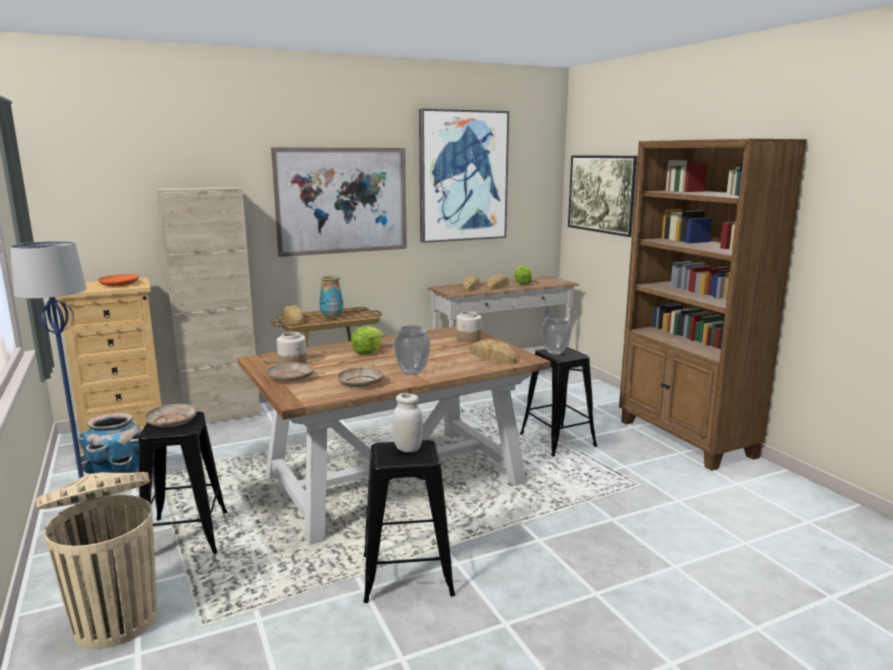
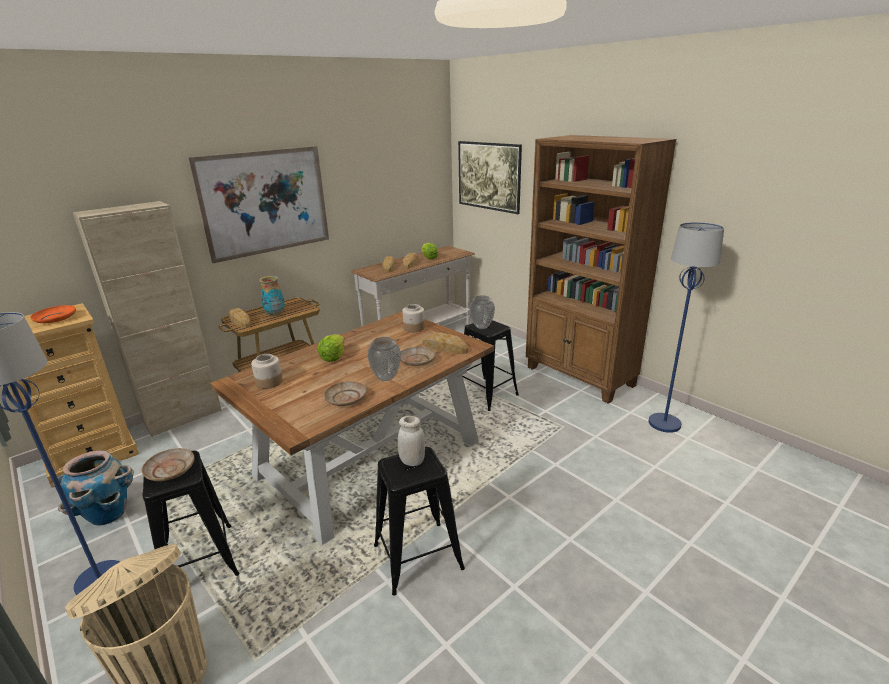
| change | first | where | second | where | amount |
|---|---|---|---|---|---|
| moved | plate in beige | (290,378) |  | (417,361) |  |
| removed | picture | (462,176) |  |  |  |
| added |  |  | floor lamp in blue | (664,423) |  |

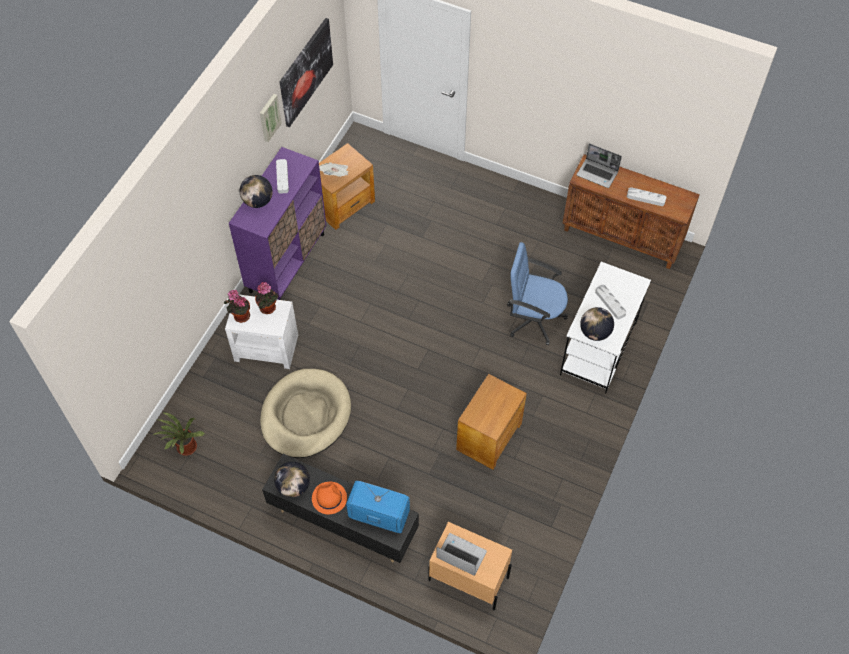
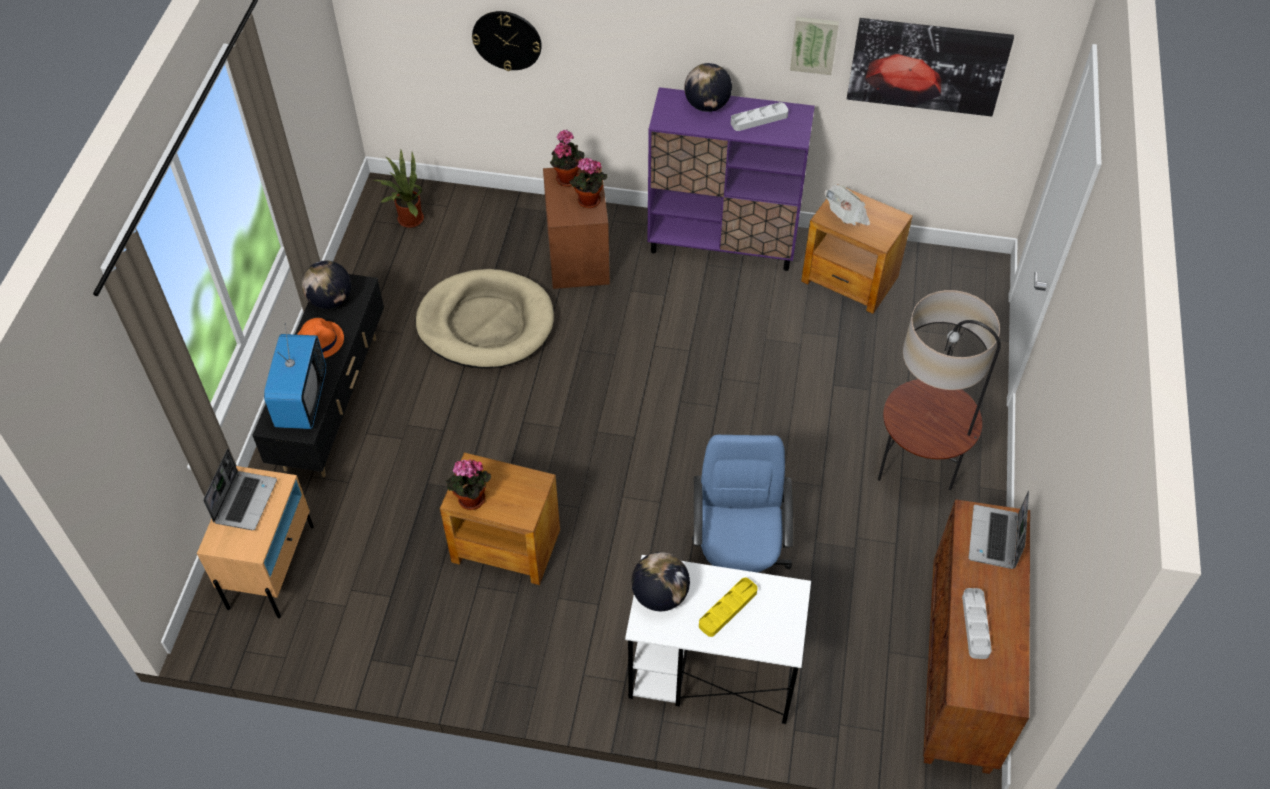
| change | first | where | second | where | amount |
|---|---|---|---|---|---|
| recoloured | side table in white | (266,347) | side table in brown | (578,256) |  |
| recoloured | tray in grey | (610,303) | tray in yellow | (728,609) |  |
| added |  |  | potted plant | (470,501) |  |
| added |  |  | wall clock | (507,40) |  |
| added |  |  | floor lamp | (916,472) |  |

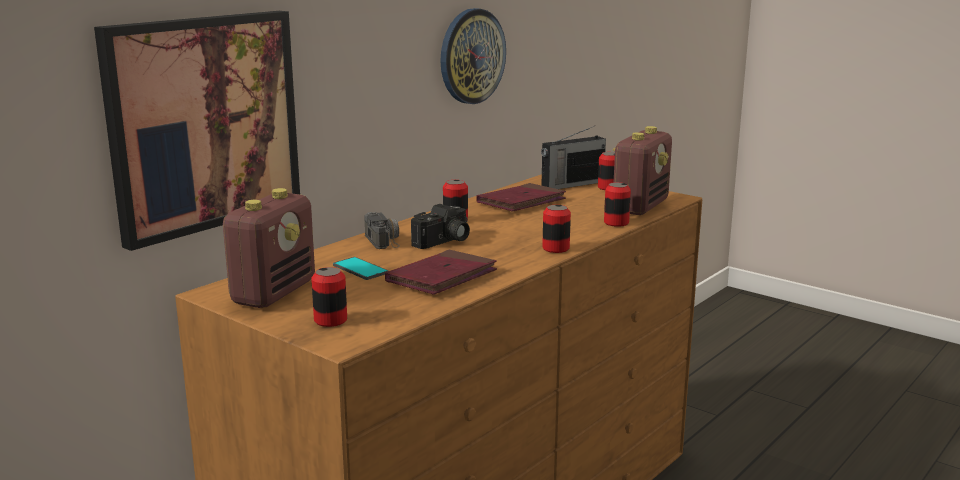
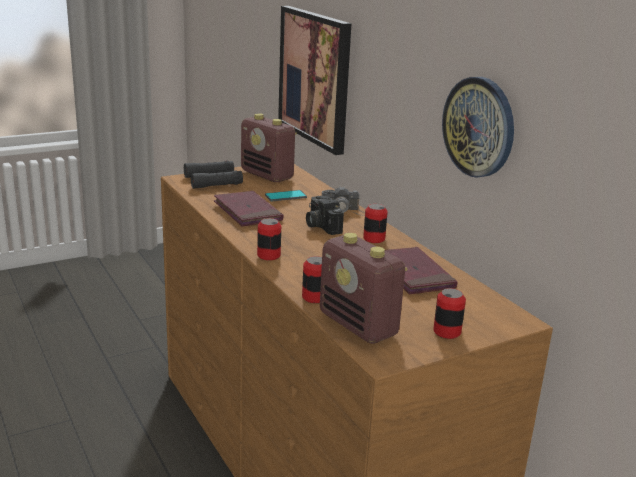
| change | first | where | second | where | amount |
|---|---|---|---|---|---|
| replaced | can | (330,320) | binoculars in black | (213,180) |  |
| removed | radio | (571,184) |  |  |  |

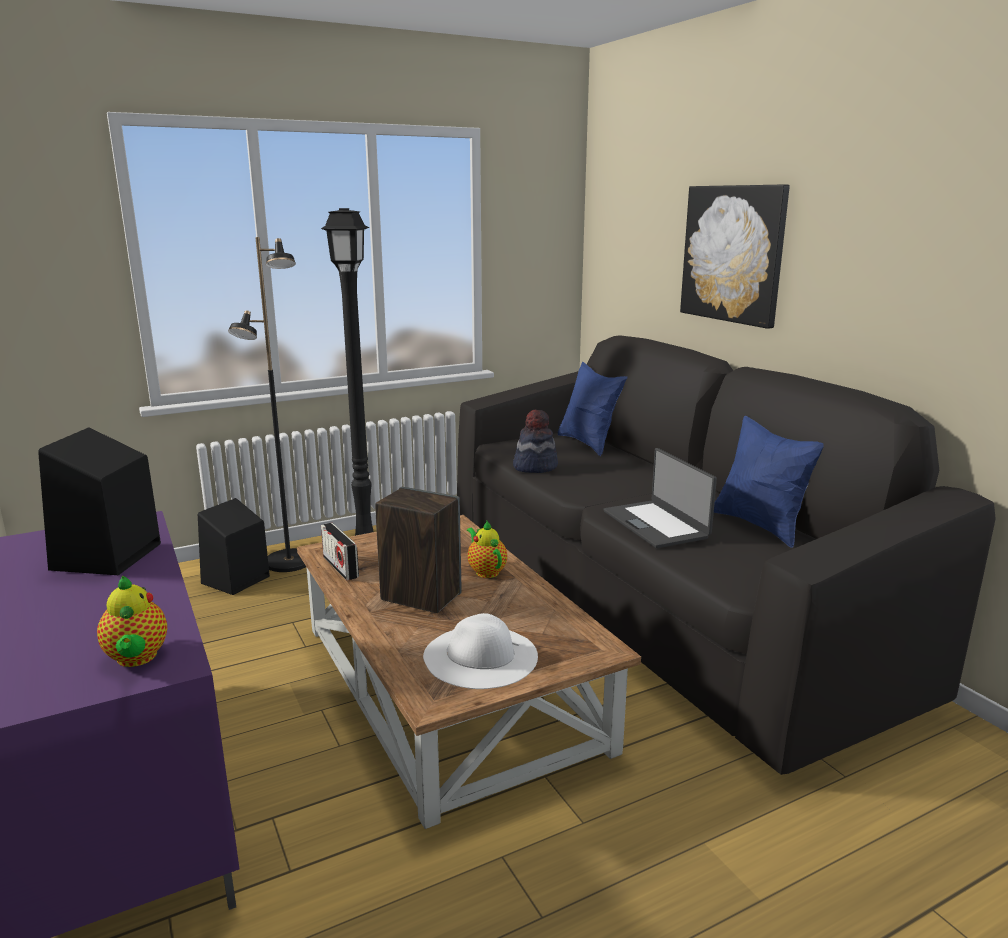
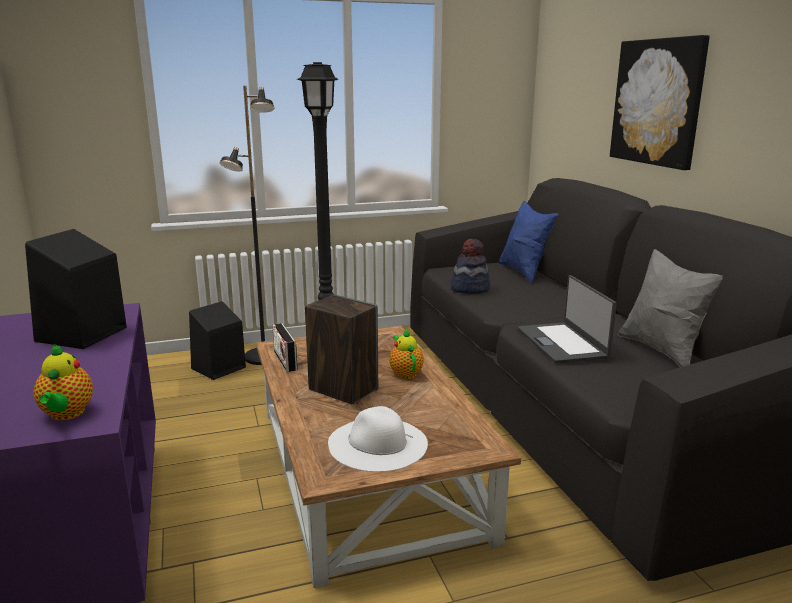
| change | first | where | second | where | amount |
|---|---|---|---|---|---|
| recoloured | pillow in blue | (761,525) | pillow in grey | (663,350) |  |

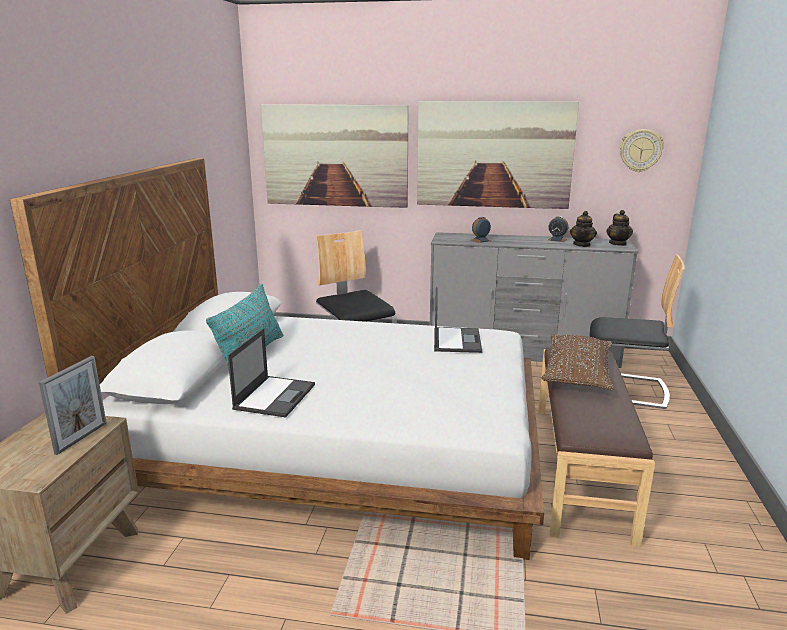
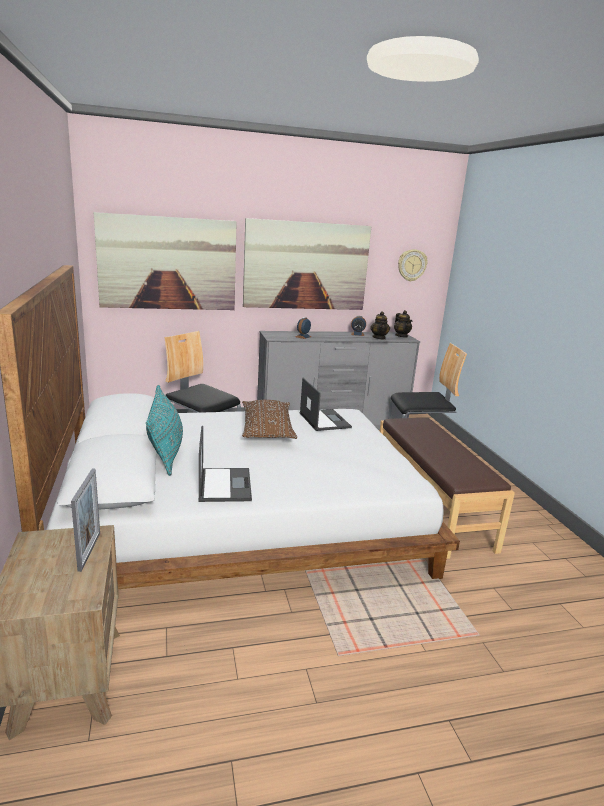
| change | first | where | second | where | amount |
|---|---|---|---|---|---|
| moved | pillow in brown | (577,373) |  | (267,429) |  |

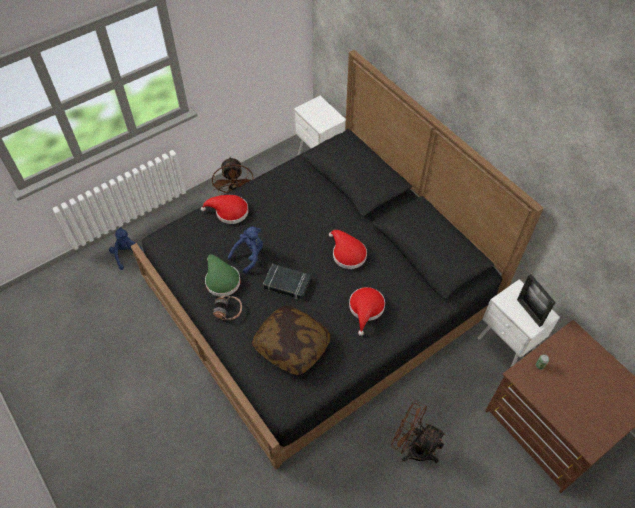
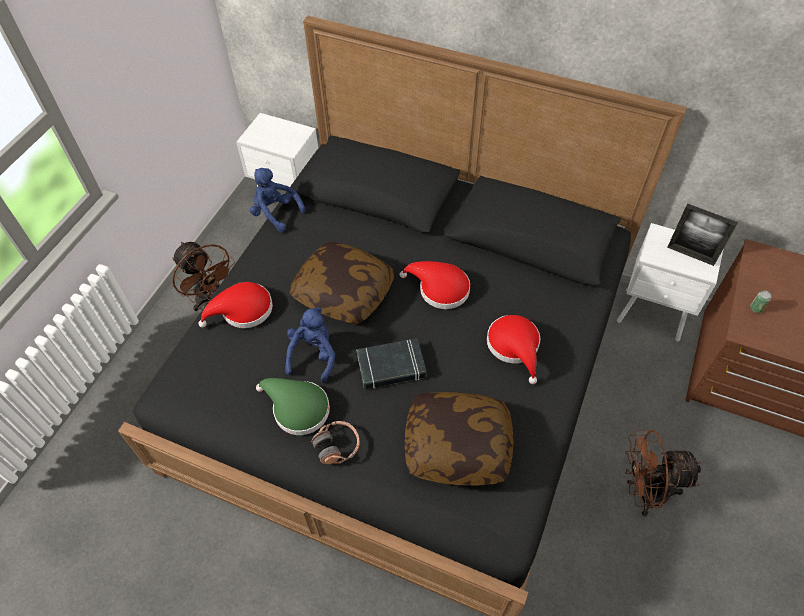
| change | first | where | second | where | amount |
|---|---|---|---|---|---|
| moved | plush toy in blue | (128,255) |  | (275,213) |  |
| added |  |  | pillow | (344,292) |  |

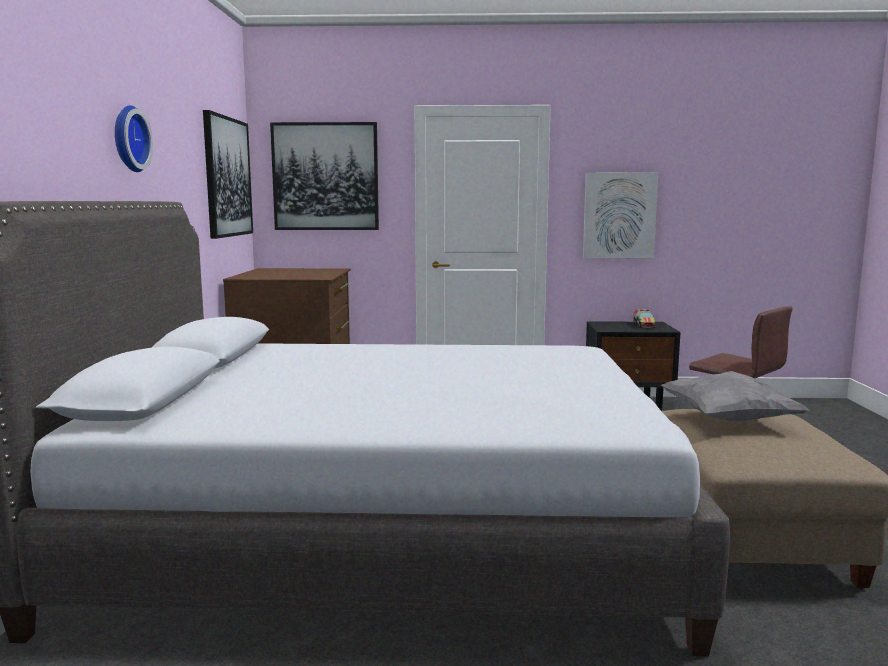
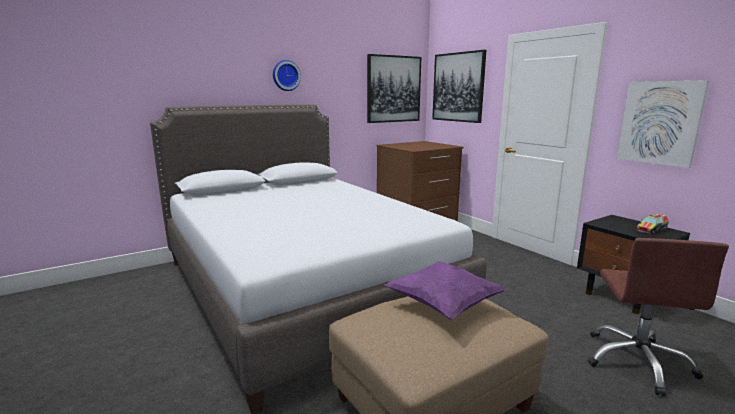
| change | first | where | second | where | amount |
|---|---|---|---|---|---|
| recoloured | pillow in grey | (729,420) | pillow in purple | (443,305) |  |

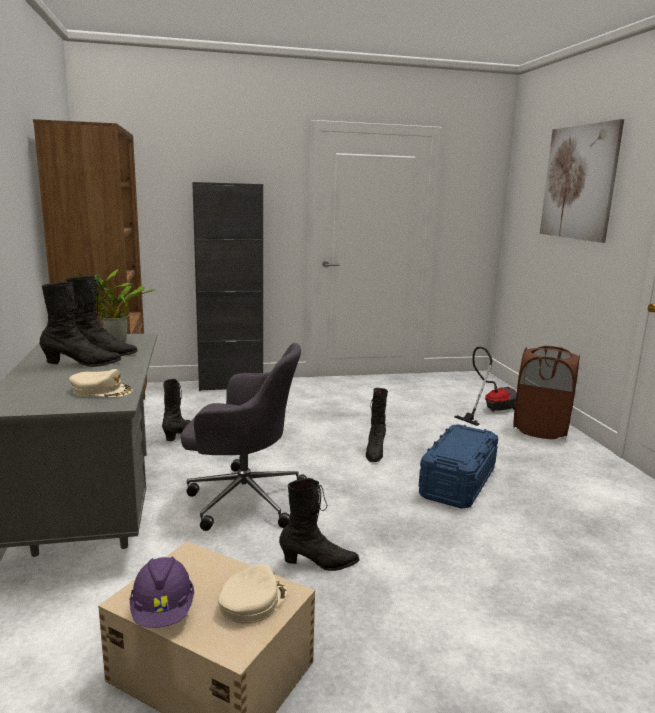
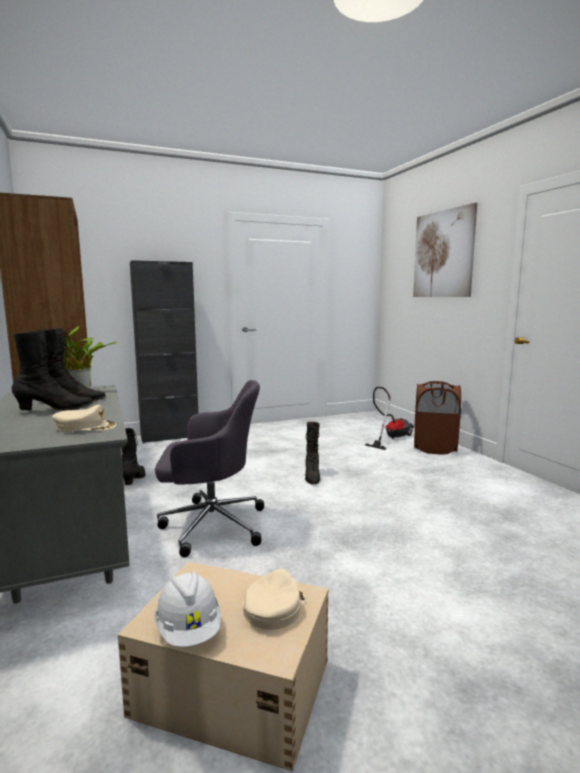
| change | first | where | second | where | amount |
|---|---|---|---|---|---|
| recoloured | hard hat in purple | (163,611) | hard hat in white | (189,630) |  |
| removed | boot in black | (319,563) |  |  |  |
| removed | storage box in blue | (458,482) |  |  |  |

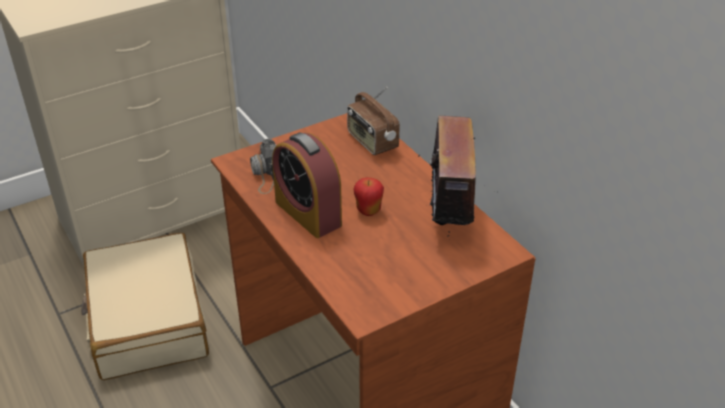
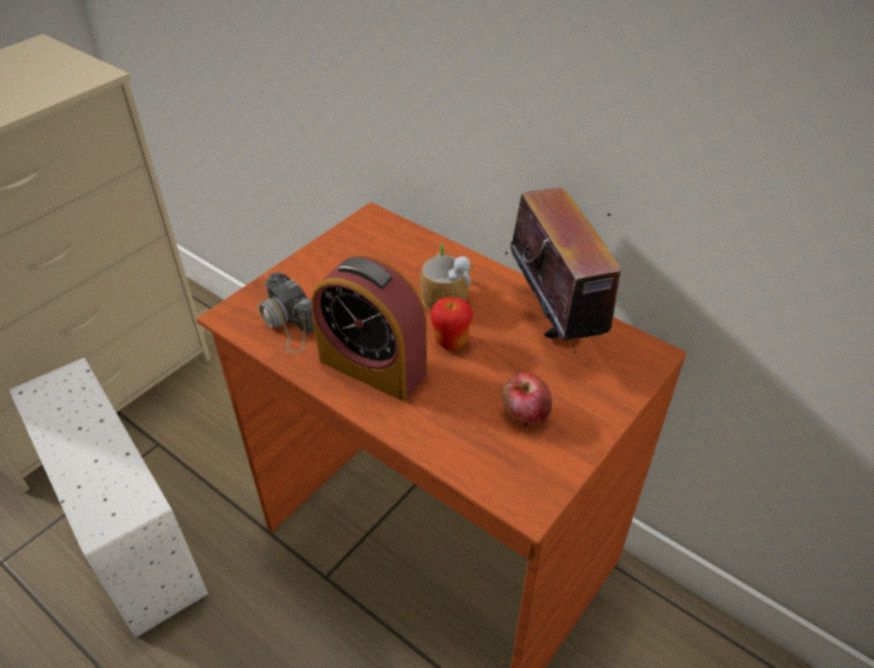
| change | first | where | second | where | amount |
|---|---|---|---|---|---|
| replaced | suitcase in beige | (147,320) | storage box in white | (131,534) |  |
| removed | radio | (371,142) |  |  |  |
| added |  |  | mug | (444,293) |  |
| added |  |  | apple | (525,413) |  |

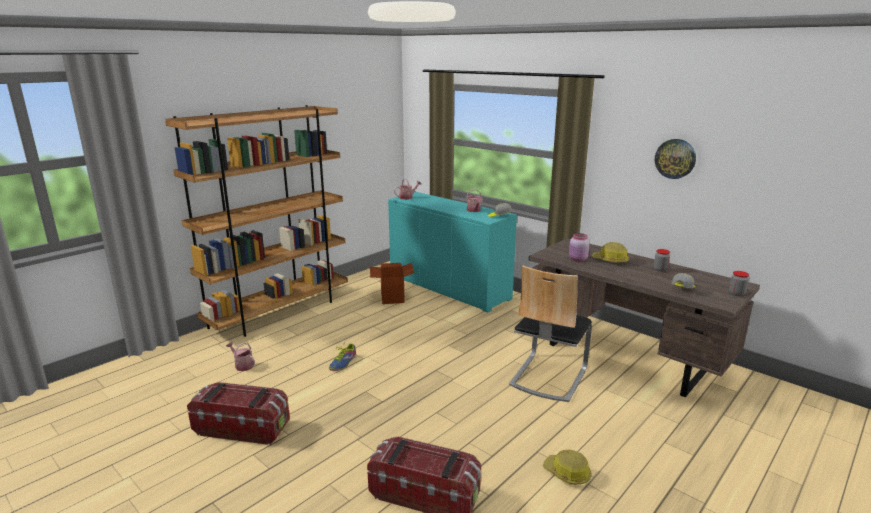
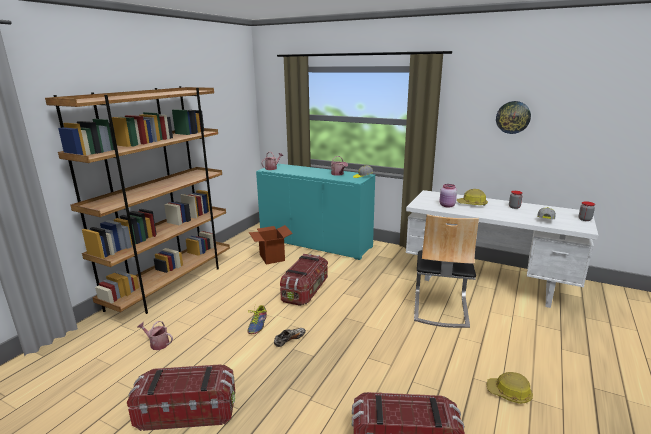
| change | first | where | second | where | amount |
|---|---|---|---|---|---|
| recoloured | desk in brown | (626,357) | desk in white | (487,282) |  |
| added |  |  | shoe | (290,340) |  |
| added |  |  | storage box | (305,291) |  |

